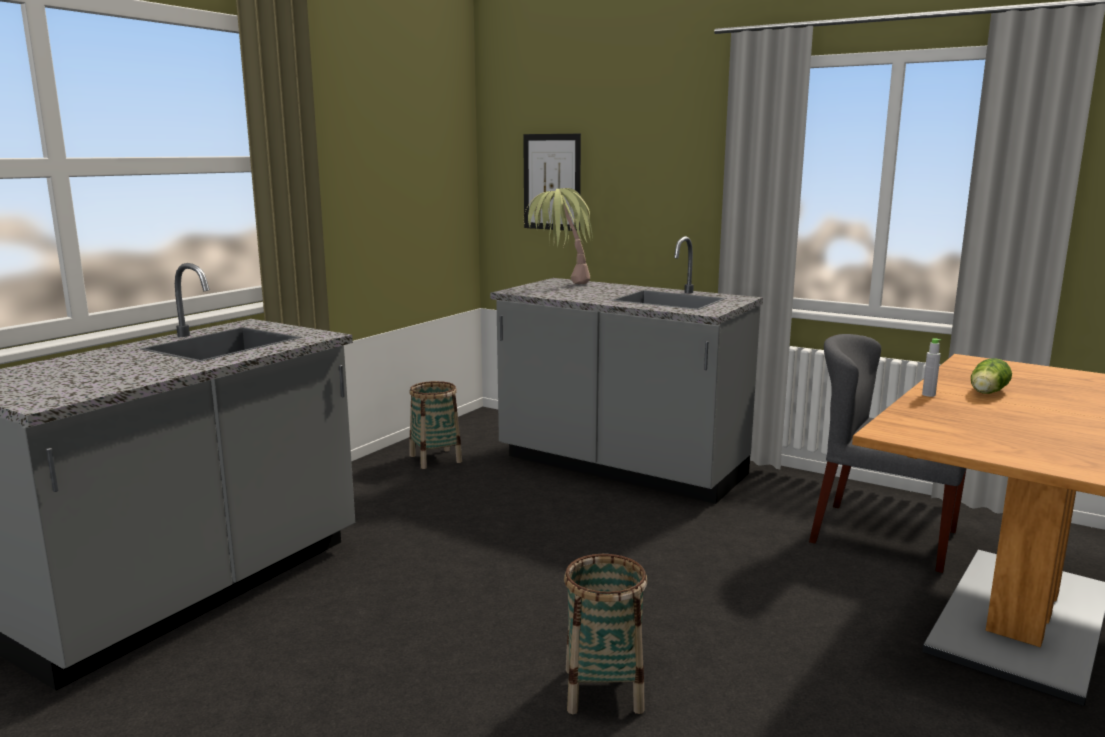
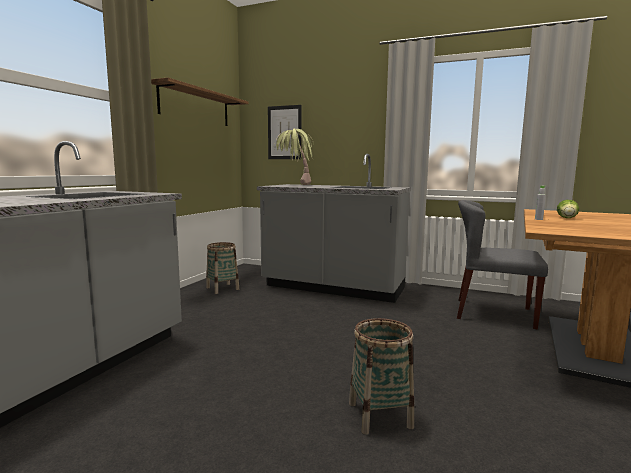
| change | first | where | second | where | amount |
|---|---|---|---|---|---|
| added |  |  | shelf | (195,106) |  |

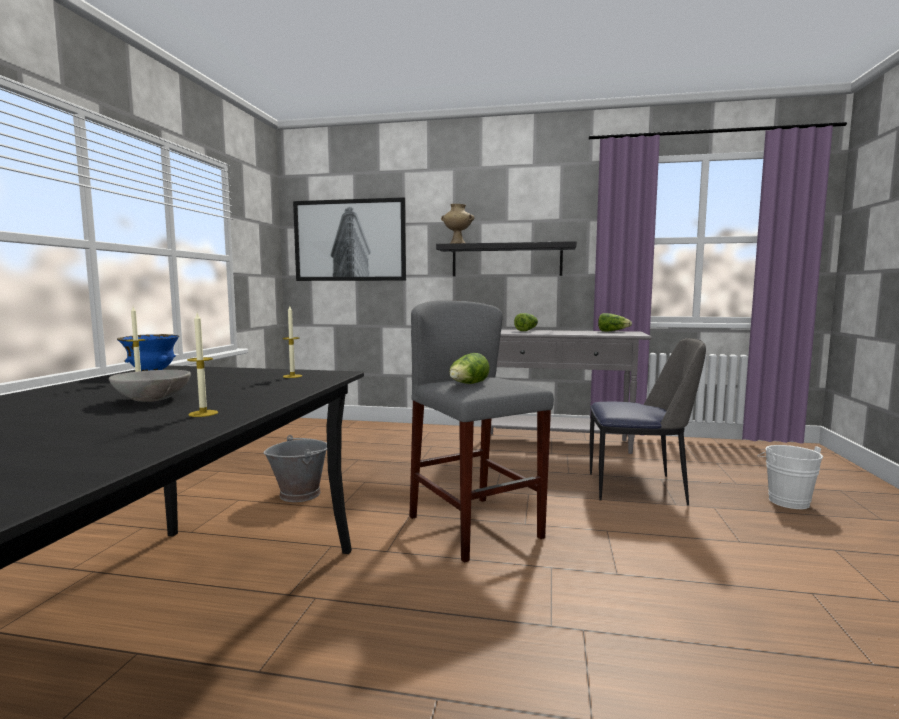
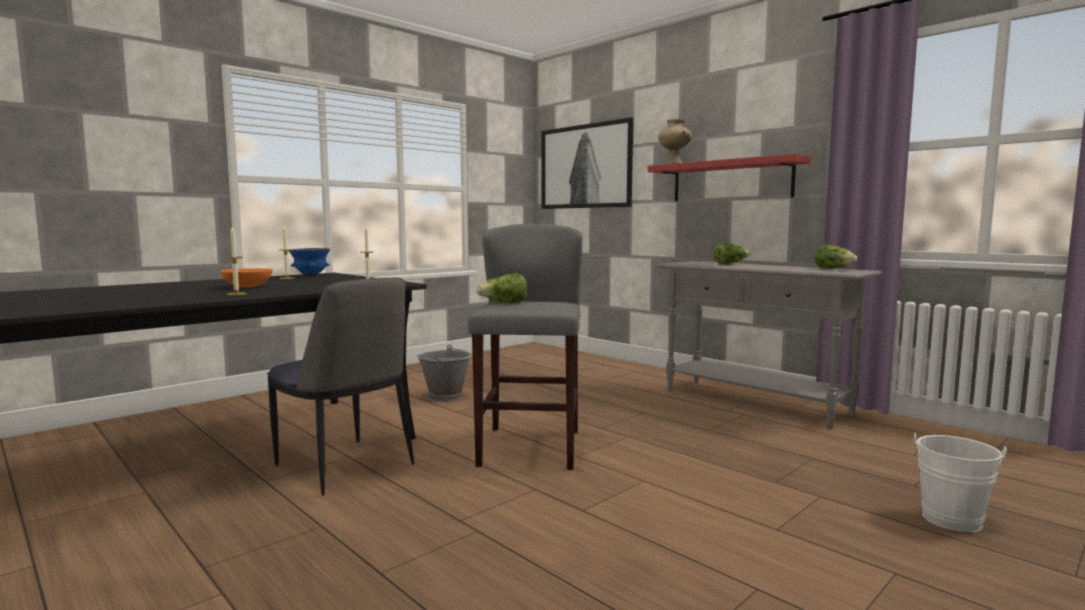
| change | first | where | second | where | amount |
|---|---|---|---|---|---|
| recoloured | bowl in grey | (152,399) | bowl in orange | (247,286) |  |
| recoloured | shelf in black | (506,260) | shelf in red | (731,181) |  |
| moved | chair | (639,488) |  | (346,467) |  |

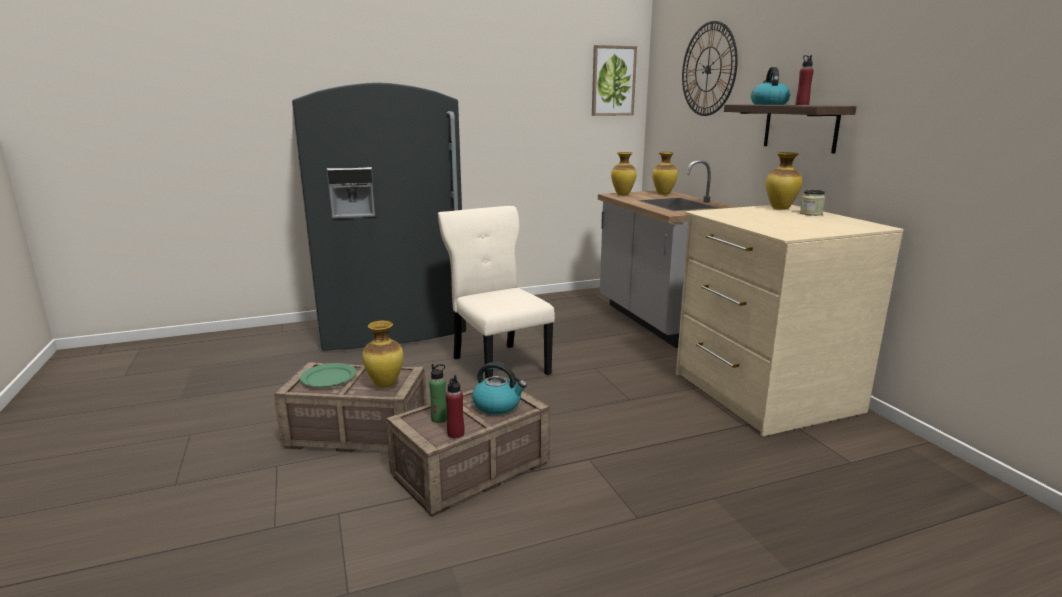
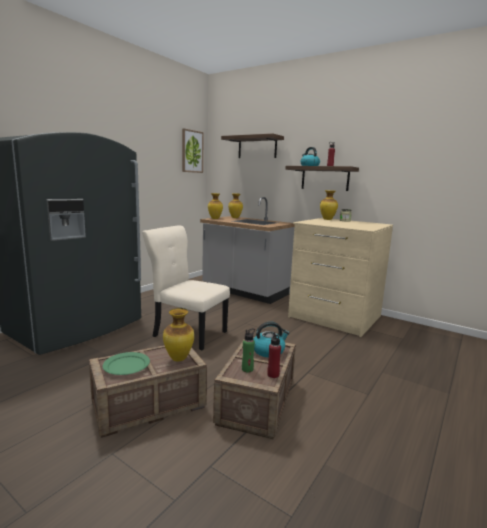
| change | first | where | second | where | amount |
|---|---|---|---|---|---|
| replaced | wall clock | (708,69) | shelf | (257,147) |  |

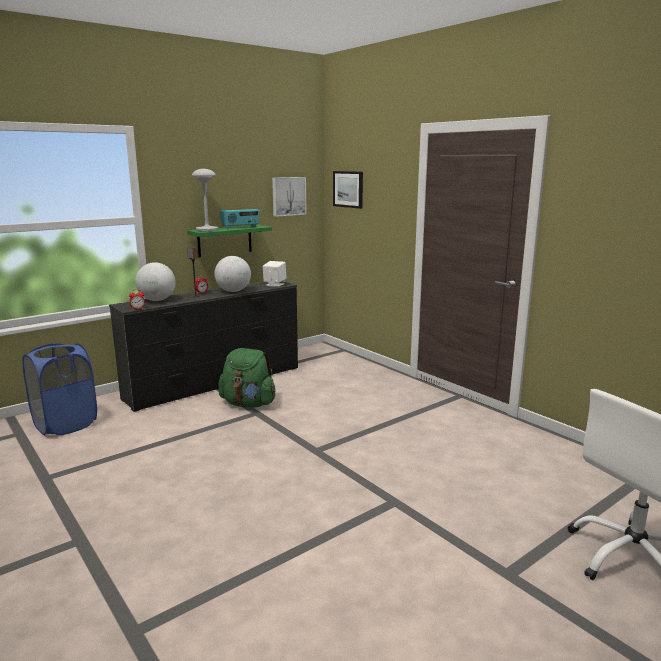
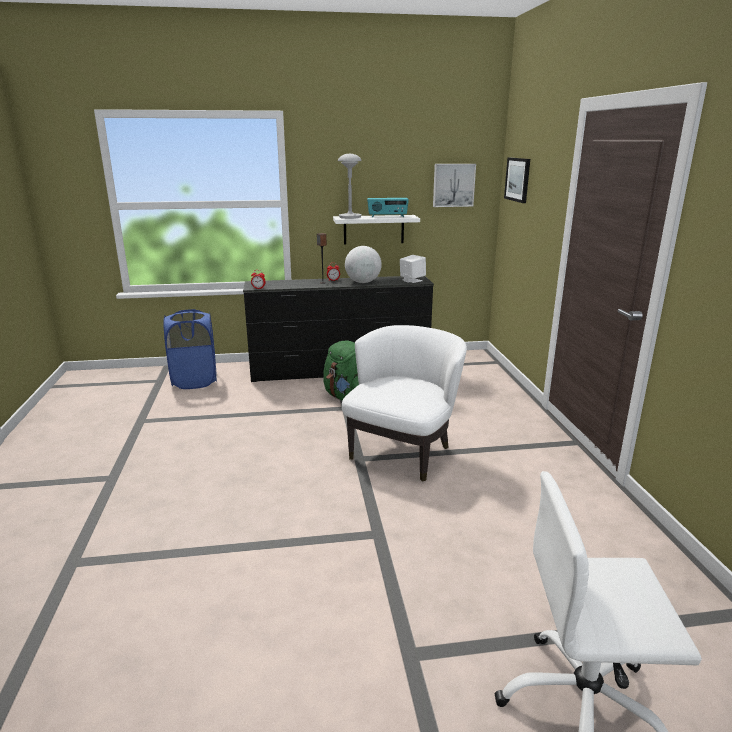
| change | first | where | second | where | amount |
|---|---|---|---|---|---|
| removed | globe | (157,300) |  |  |  |
| recoloured | shelf in green | (224,240) | shelf in white | (373,229) |  |
| added |  |  | armchair in white | (403,452) |  |

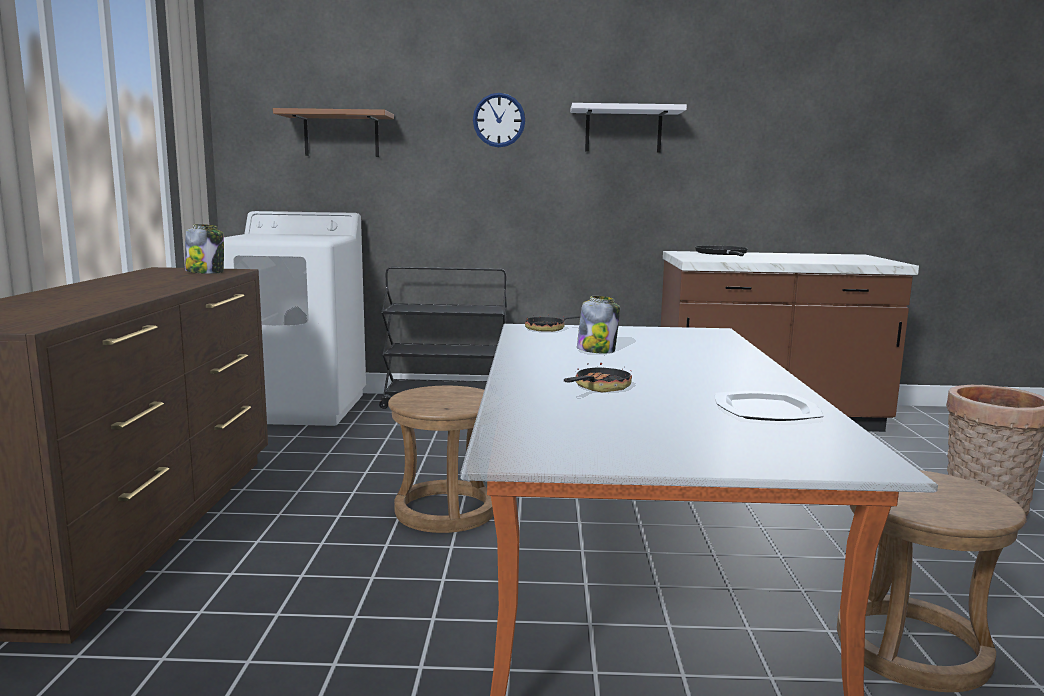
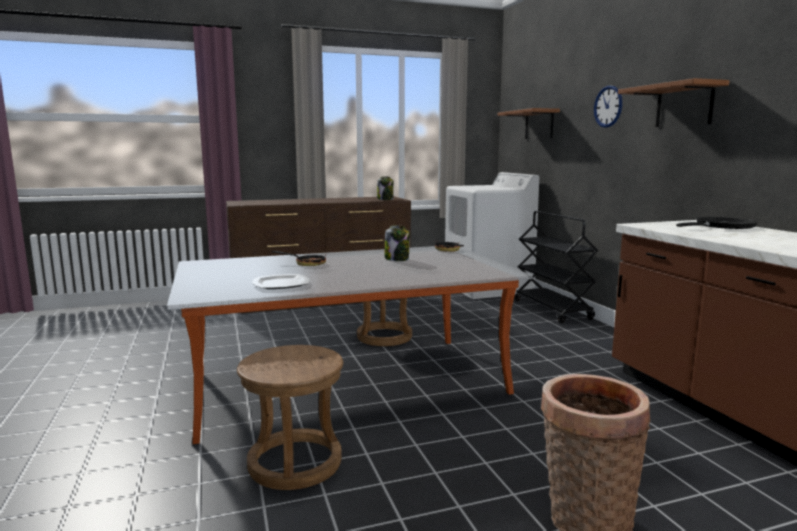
| change | first | where | second | where | amount |
|---|---|---|---|---|---|
| recoloured | shelf in white | (623,130) | shelf in brown | (684,105) |  |

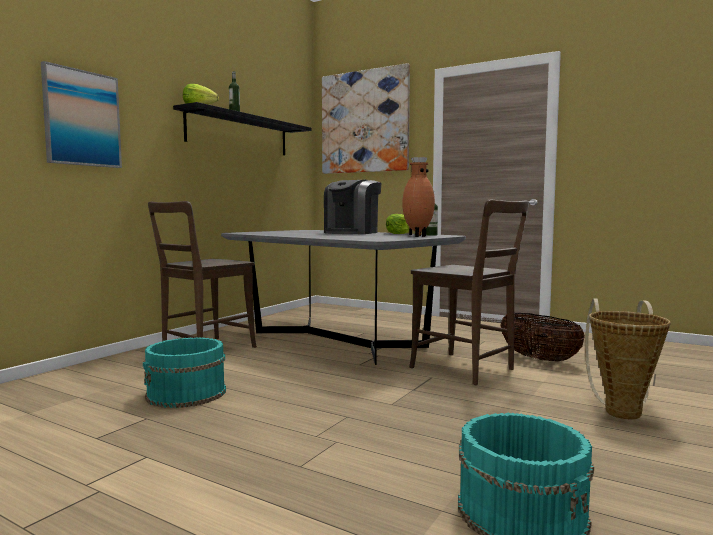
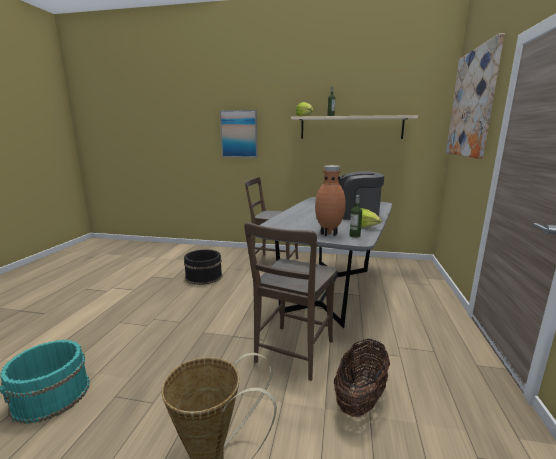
| change | first | where | second | where | amount |
|---|---|---|---|---|---|
| recoloured | bucket in turquoise | (186,394) | bucket in black | (203,277) |  |
| recoloured | shelf in black | (239,134) | shelf in beige | (351,128) |  |

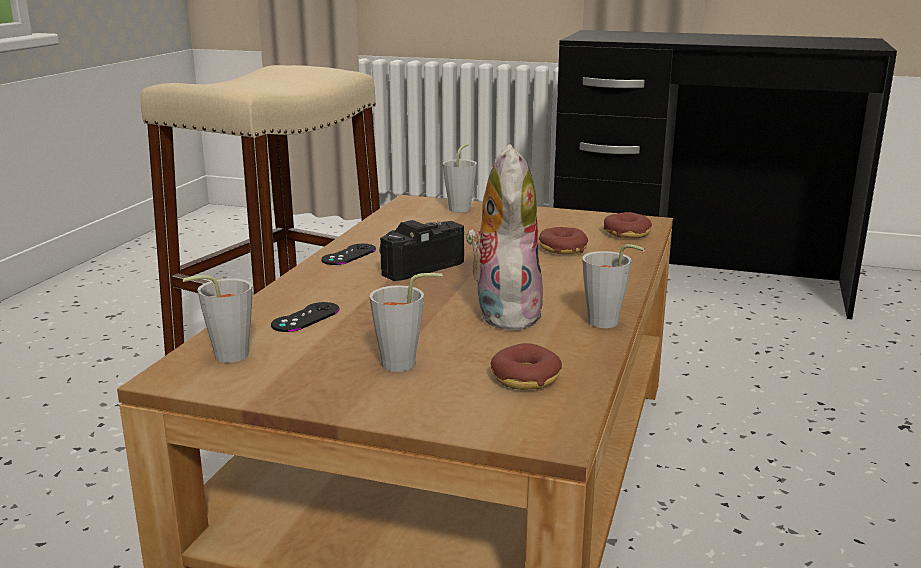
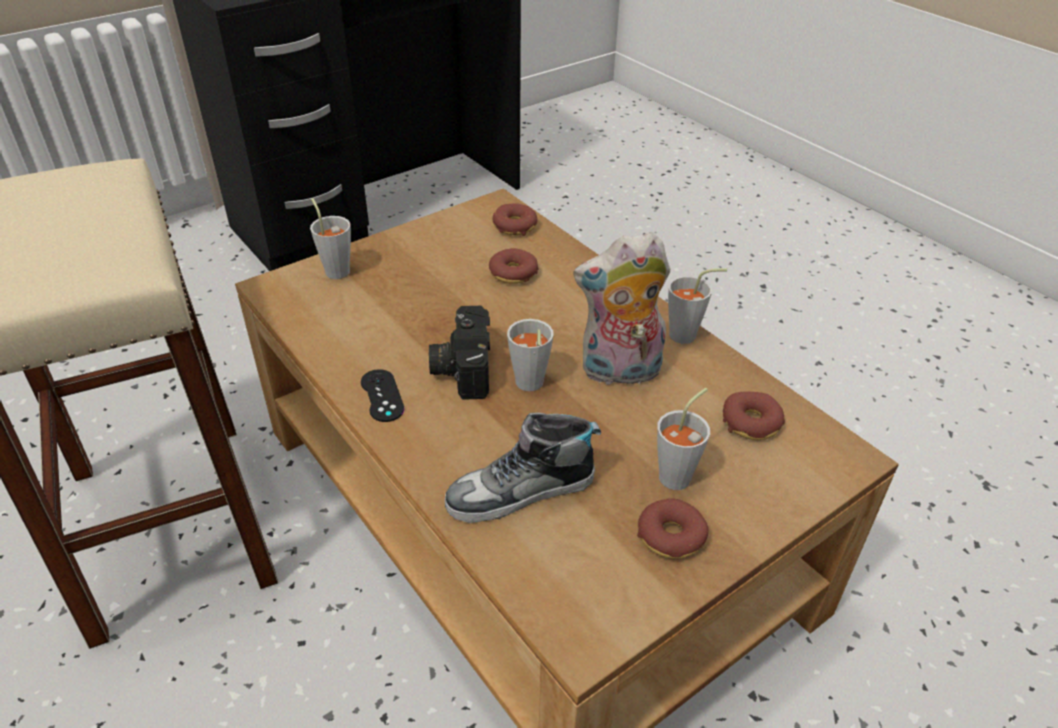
| change | first | where | second | where | amount |
|---|---|---|---|---|---|
| moved | cup in grey | (223,357) |  | (529,386) |  |
| replaced | game controller in black | (305,317) | shoe | (521,492) |  |
| turned | plush toy | (503,312) |  | (619,372) | 45 degrees counterclockwise |
| added |  |  | donut | (670,536) |  |

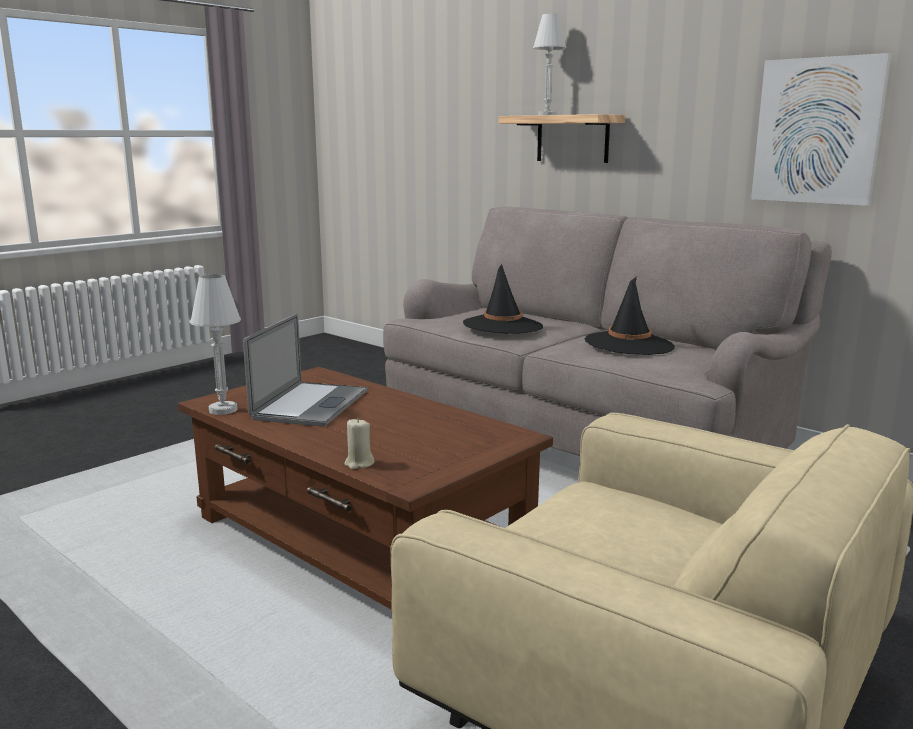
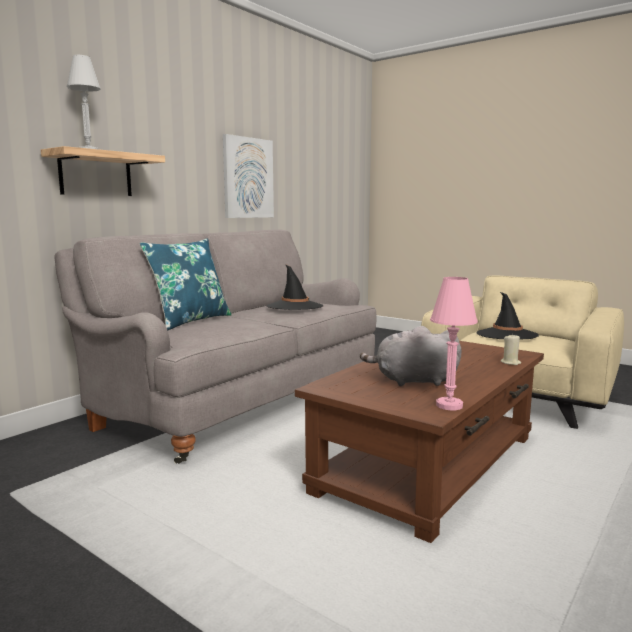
| change | first | where | second | where | amount |
|---|---|---|---|---|---|
| recoloured | table lamp in white | (223,410) | table lamp in pink | (449,405) |  |
| replaced | laptop | (310,404) | plush toy in grey | (412,381) |  |
| moved | hat in black | (502,326) |  | (506,335) |  |
| added |  |  | pillow in blue | (190,321) |  |

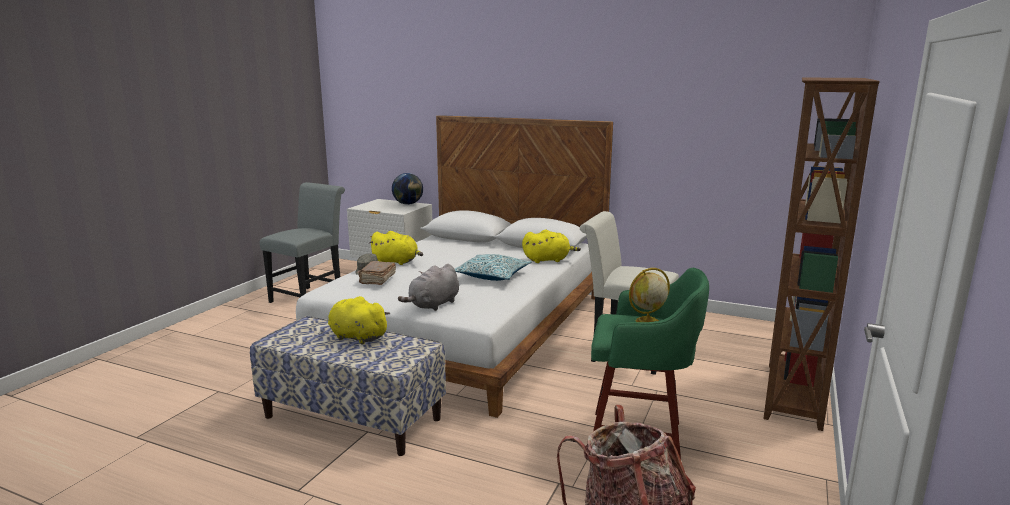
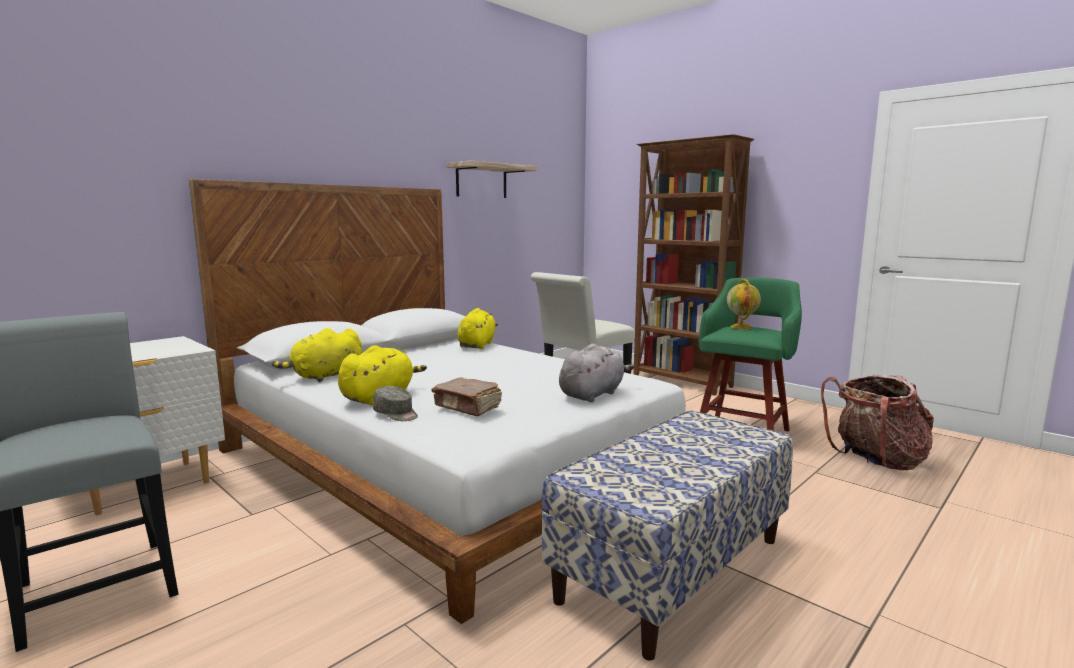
| change | first | where | second | where | amount |
|---|---|---|---|---|---|
| moved | plush toy in yellow | (356,337) |  | (325,376) |  |
| removed | globe | (408,204) |  |  |  |
| turned | plush toy in grey | (433,305) |  | (593,394) | 105 degrees counterclockwise |
| removed | pillow | (492,275) |  |  |  |
| added |  |  | shelf | (481,181) |  |

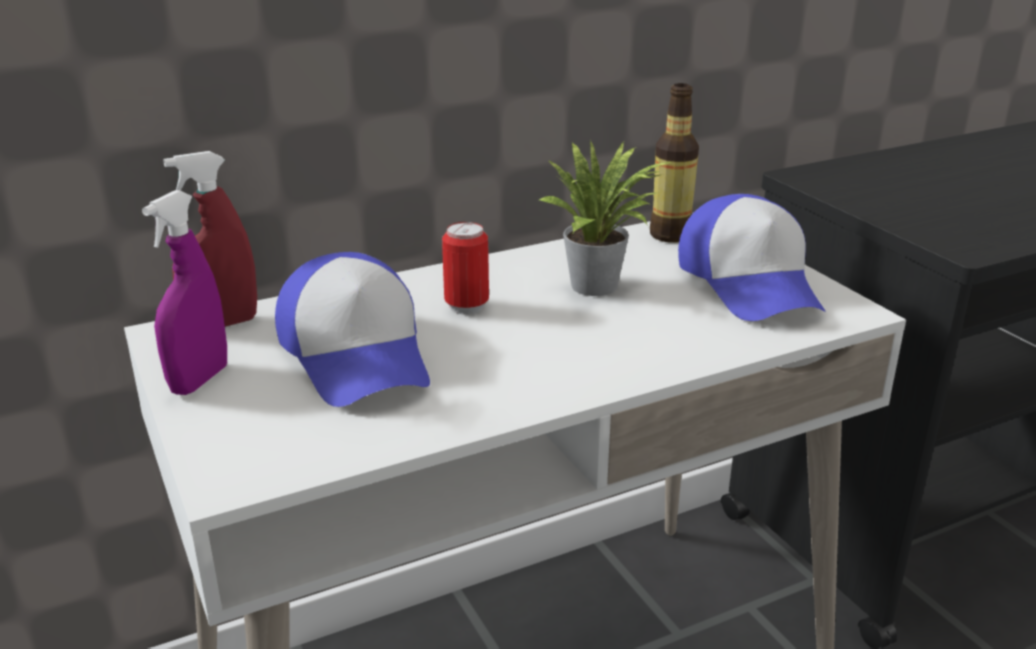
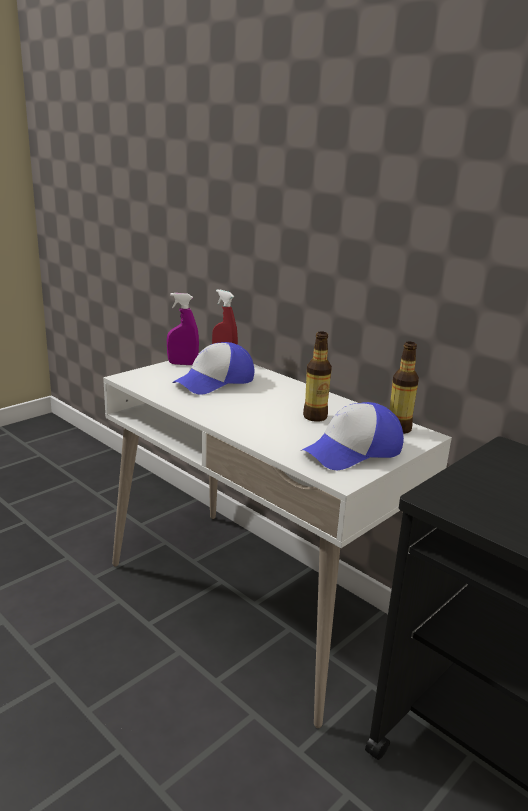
| change | first | where | second | where | amount |
|---|---|---|---|---|---|
| removed | can | (466,306) |  |  |  |
| replaced | potted plant | (600,286) | bottle | (315,417) |  |

